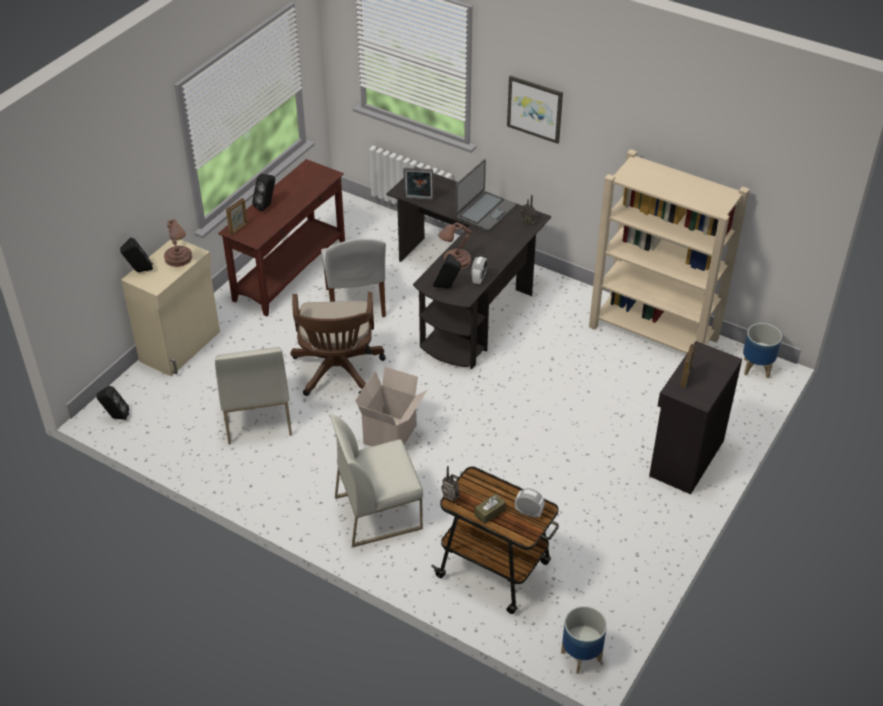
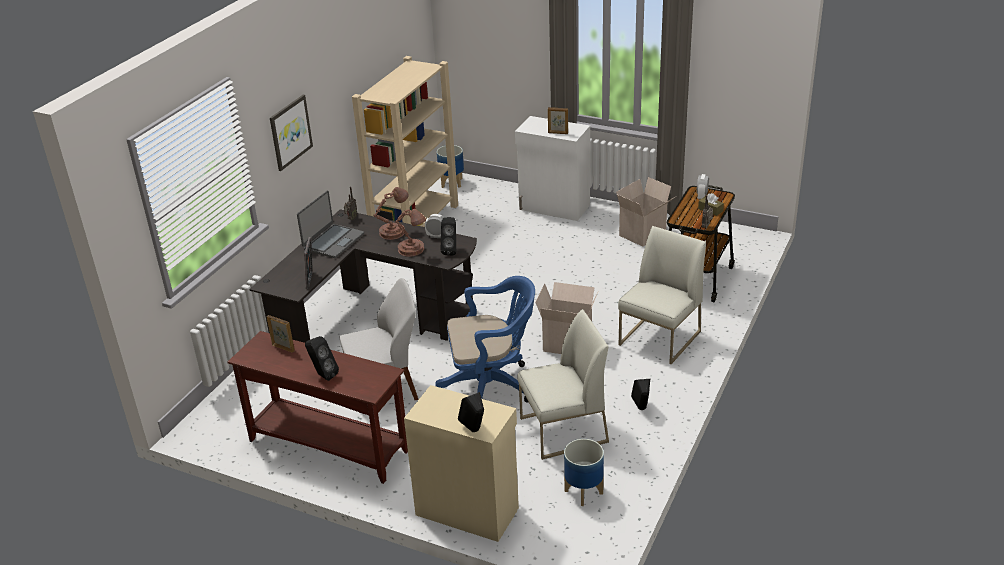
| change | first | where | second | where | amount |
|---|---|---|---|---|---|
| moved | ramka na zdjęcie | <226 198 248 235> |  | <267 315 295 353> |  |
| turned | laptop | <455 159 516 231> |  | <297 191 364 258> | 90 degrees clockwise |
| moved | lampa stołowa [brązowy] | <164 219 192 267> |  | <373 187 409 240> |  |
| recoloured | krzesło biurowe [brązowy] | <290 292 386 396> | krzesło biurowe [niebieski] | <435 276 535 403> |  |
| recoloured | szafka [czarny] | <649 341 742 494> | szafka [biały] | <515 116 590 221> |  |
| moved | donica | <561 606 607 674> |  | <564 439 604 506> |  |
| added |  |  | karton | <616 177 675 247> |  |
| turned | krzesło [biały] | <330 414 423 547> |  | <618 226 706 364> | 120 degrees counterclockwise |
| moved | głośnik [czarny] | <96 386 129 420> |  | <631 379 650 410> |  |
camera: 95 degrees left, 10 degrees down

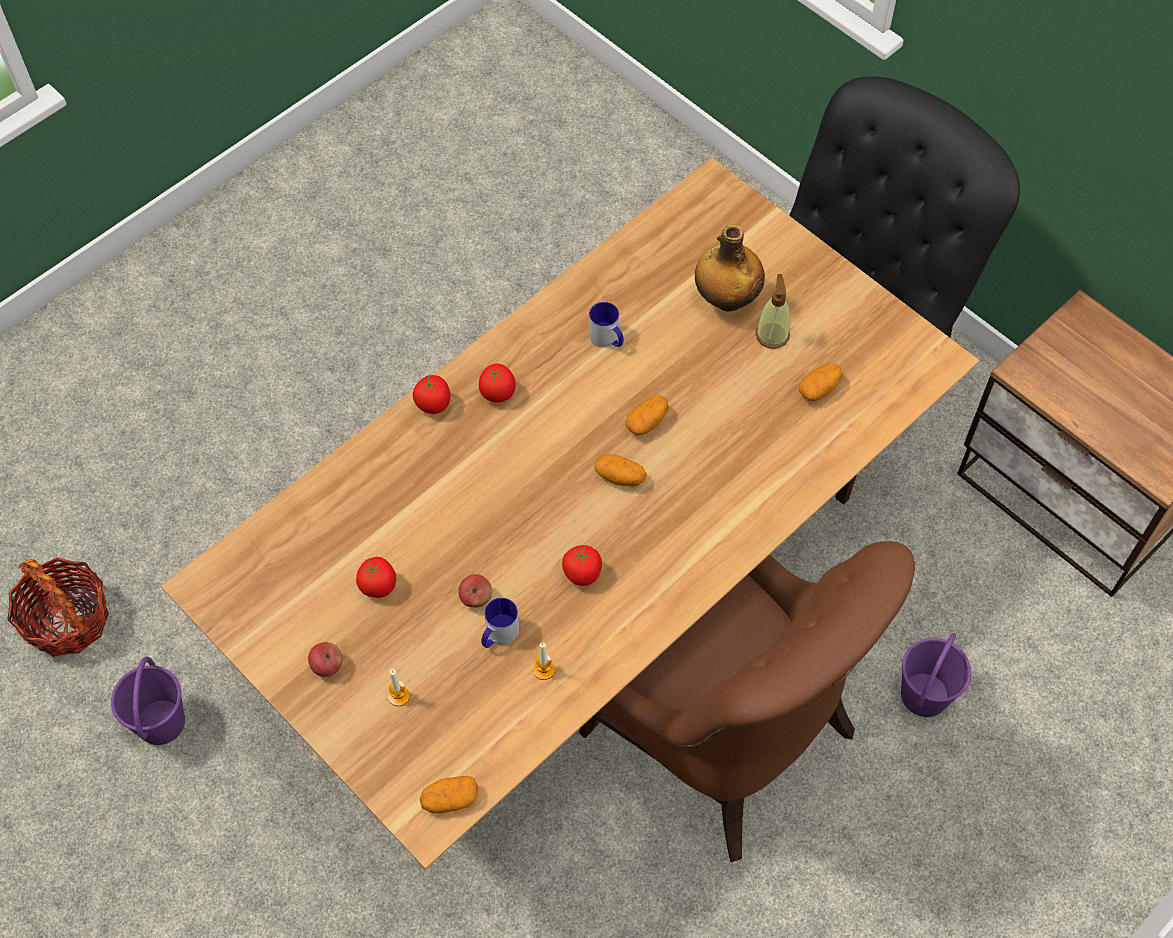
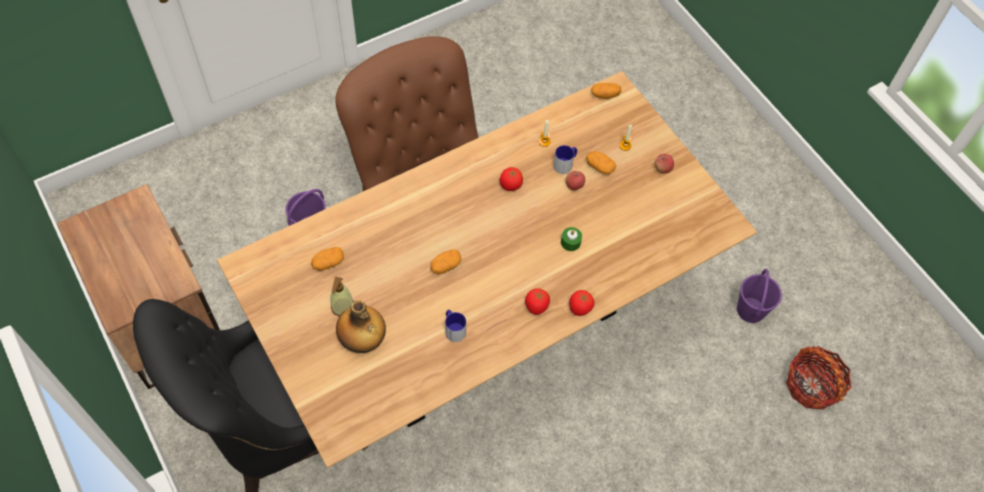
| change | first | where | second | where | amount |
|---|---|---|---|---|---|
| added |  |  | świeca [zielony] | <561 227 582 251> |  |
| moved | ziemniak | <594 454 647 487> |  | <586 151 616 174> |  |
| removed | pomidor | <356 557 396 598> |  |  |  |
camera: 170 degrees left, 0 degrees up

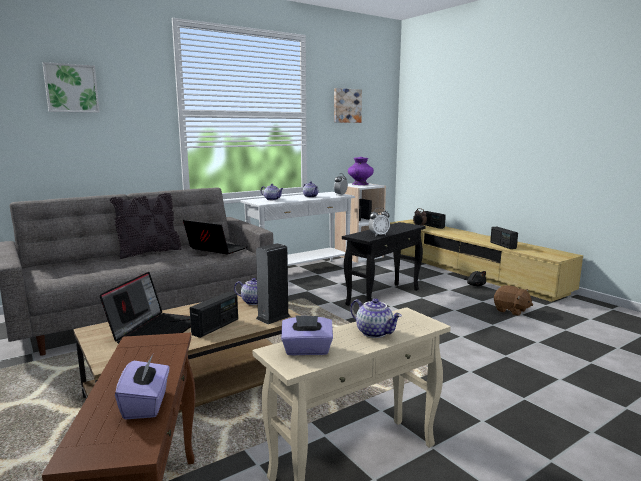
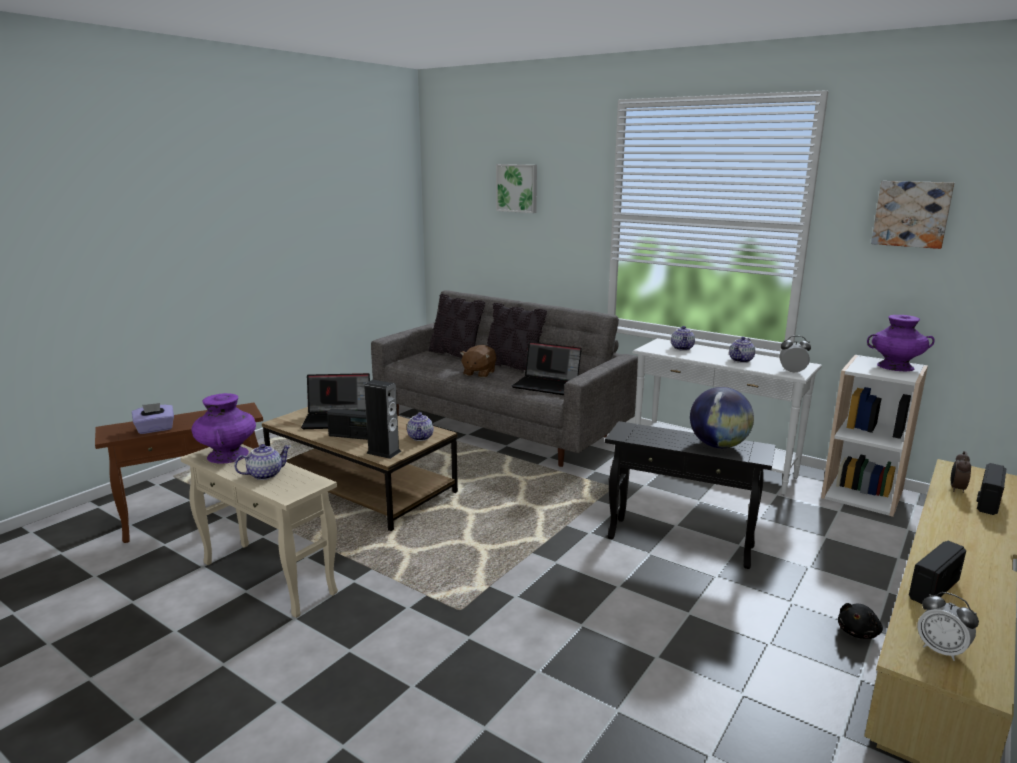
| change | first | where | second | where | amount |
|---|---|---|---|---|---|
| replaced | pudełko chusteczek [fioletowy] | <281 315 333 355> | wazon [fioletowy] | <192 393 256 464> |  |
| turned | imbryk | <350 298 402 338> |  | <234 444 291 480> | 150 degrees counterclockwise |
| added |  |  | poduszka [czarny] | <429 294 485 358> |  |
| moved | pluszak [brązowy] | <494 285 533 316> |  | <460 345 496 378> |  |
| turned | laptop | <183 220 248 254> |  | <512 341 582 395> | 105 degrees clockwise |
| added |  |  | globus | <690 387 754 448> |  |
| moved | budzik | <369 208 390 236> |  | <917 592 979 661> |  |
camera: 70 degrees right, 5 degrees up

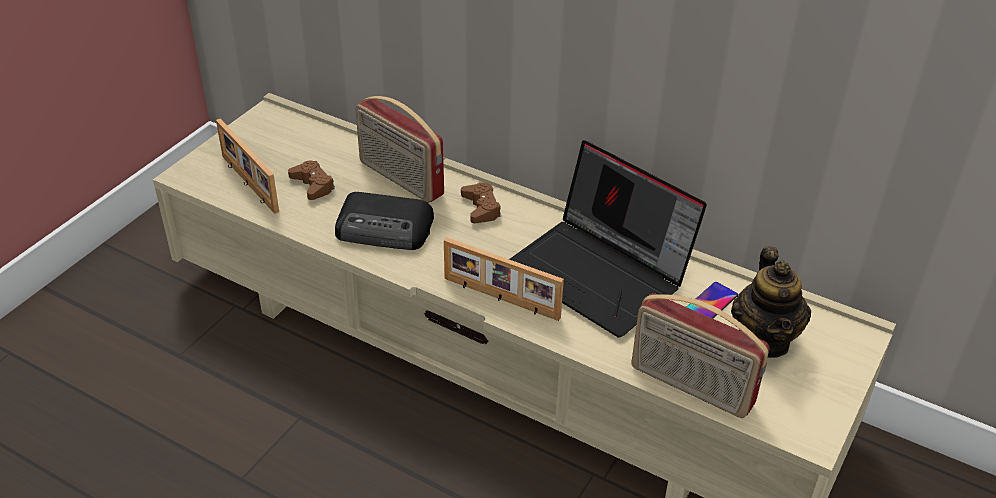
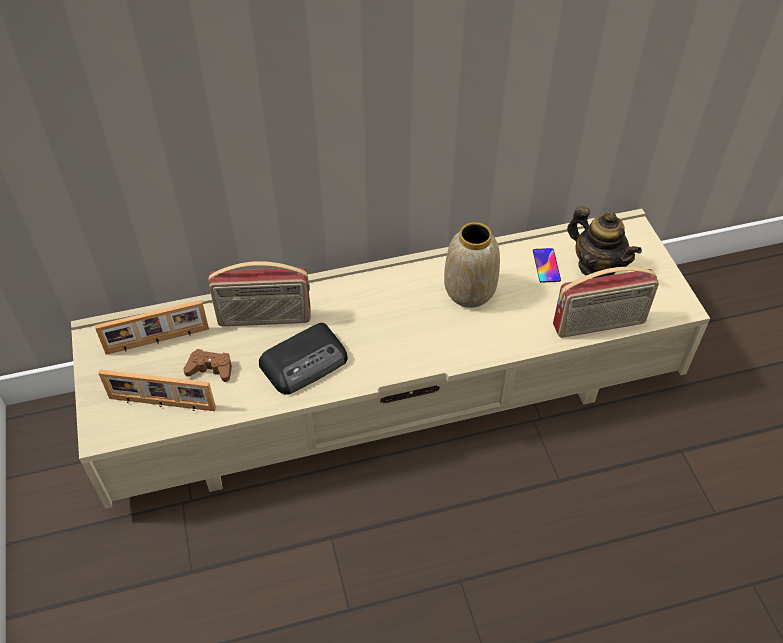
| change | first | where | second | where | amount |
|---|---|---|---|---|---|
| moved | ramka na zdjęcie | <444 237 564 321> |  | <95 300 209 355> |  |
| replaced | laptop | <509 140 707 338> | wazon | <444 222 500 308> |  |
| removed | pad do gier [brązowy] | <461 182 501 223> |  |  |  |
camera: 45 degrees left, 10 degrees up

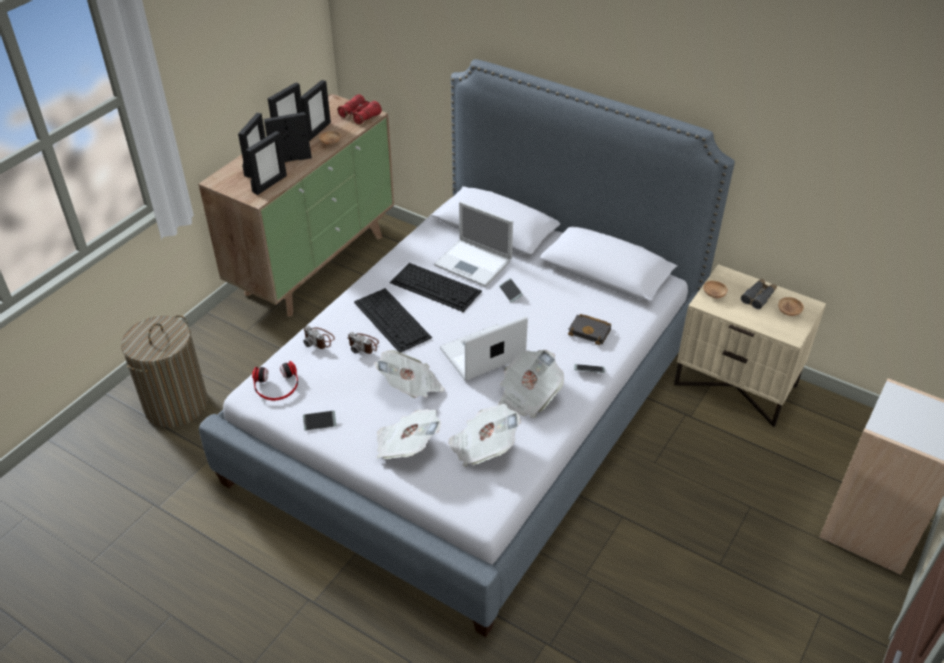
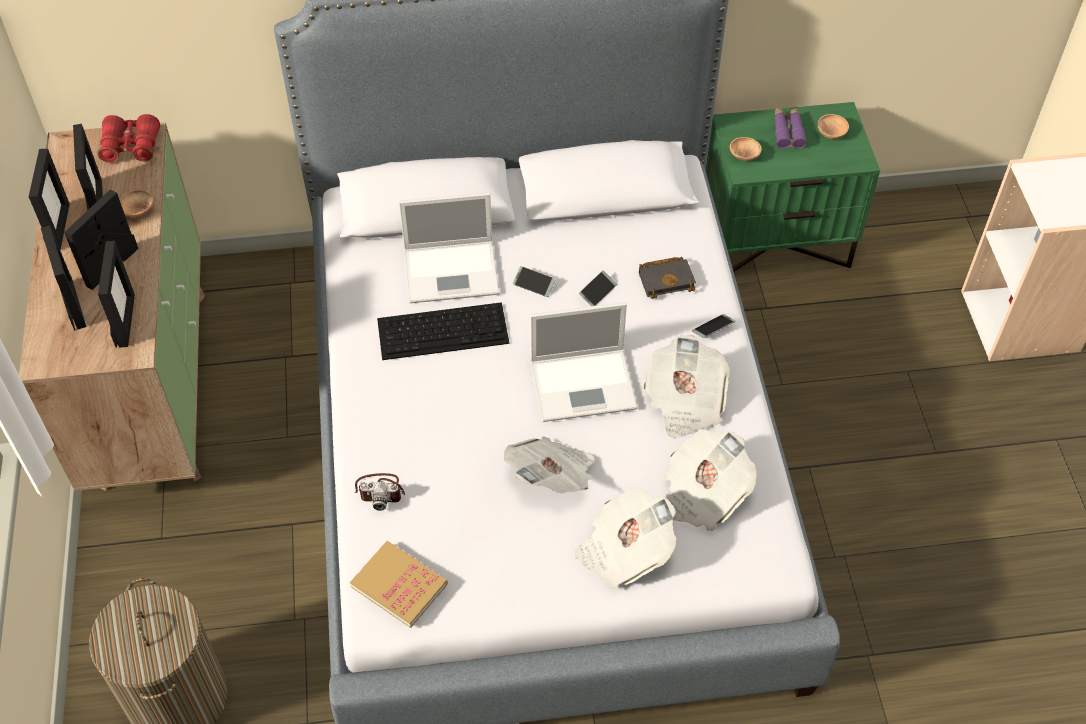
| change | first | where | second | where | amount |
|---|---|---|---|---|---|
| replaced | słuchawki | <252 361 298 401> | książka | <350 541 448 628> |  |
| turned | laptop | <440 316 528 381> |  | <530 302 638 422> | 120 degrees counterclockwise |
| moved | telefon | <303 411 336 431> |  | <579 270 617 306> |  |
| recoloured | szafka nocna [beżowy] | <674 264 826 427> | szafka nocna [zielony] | <705 102 880 272> |  |
| recoloured | lornetka [szary] | <741 278 777 309> | lornetka [fioletowy] | <775 108 807 149> |  |
| removed | aparat fotograficzny | <347 332 379 354> |  |  |  |
| removed | klawiatura | <354 288 432 353> |  |  |  |
camera: 40 degrees left, 10 degrees up

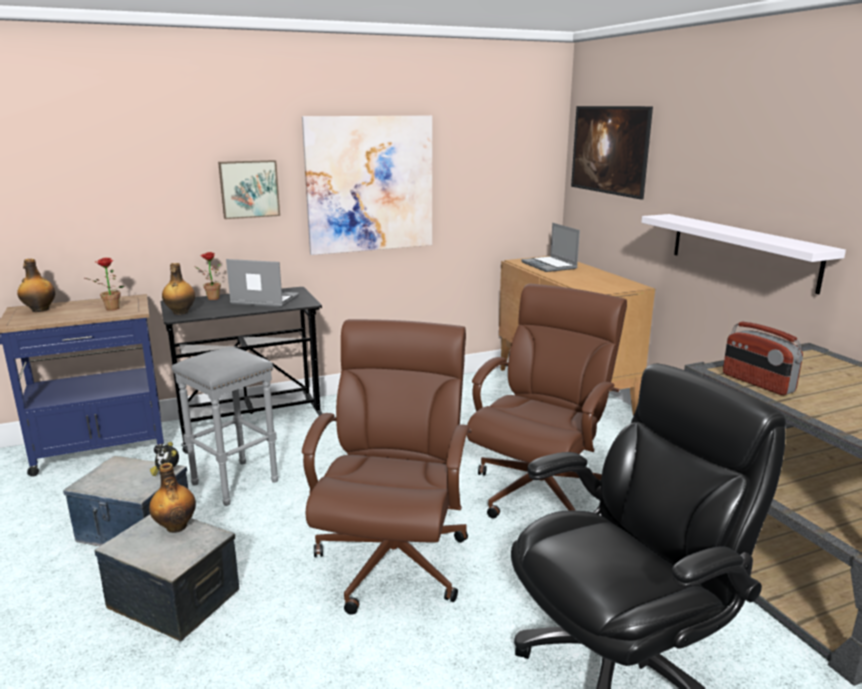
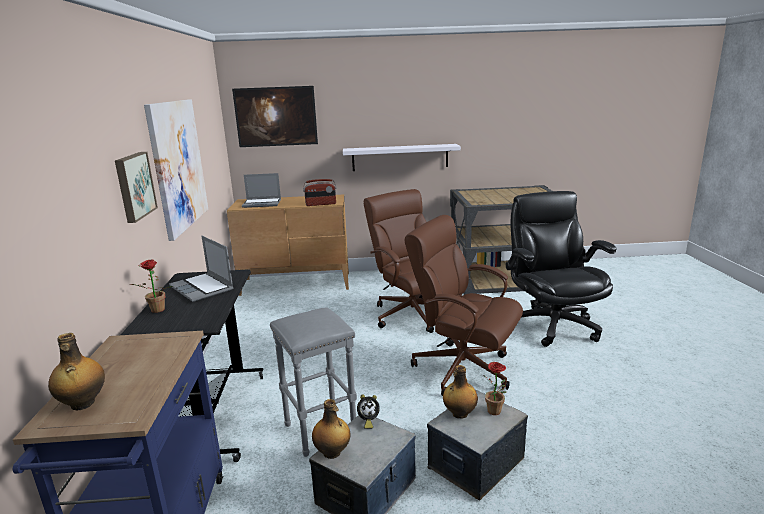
| change | first | where | second | where | amount |
|---|---|---|---|---|---|
| turned | laptop | <226 259 300 307> |  | <169 236 233 302> | 75 degrees counterclockwise |
| moved | radio | <723 322 803 395> |  | <303 179 336 206> |  |
| moved | butelka | <162 263 195 315> |  | <312 399 350 459> |  |
| moved | roślina doniczkowa | <85 258 125 311> |  | <483 362 507 415> |  |
camera: 70 degrees left, 0 degrees up

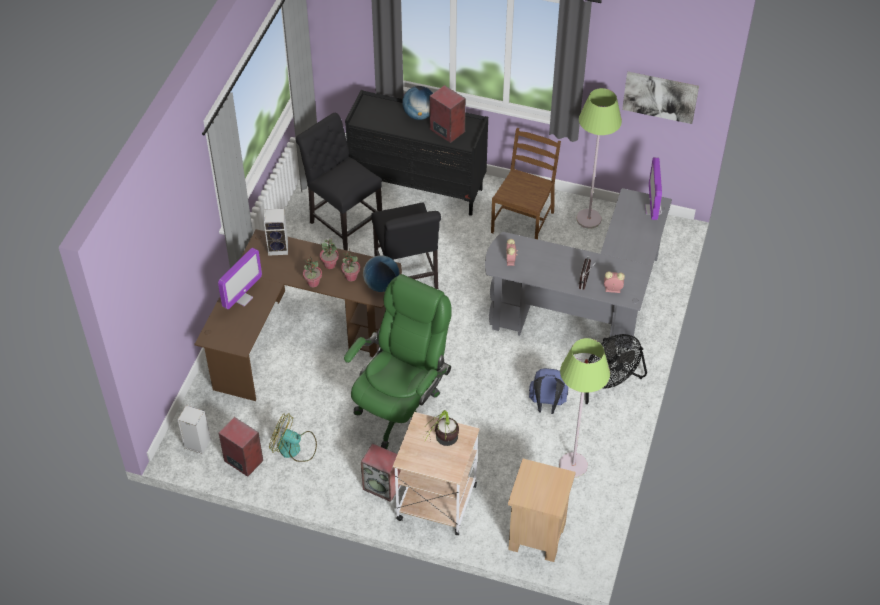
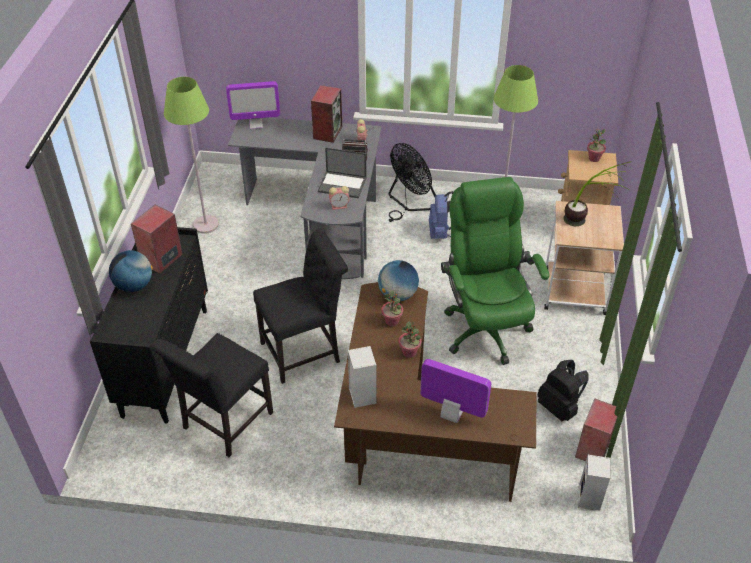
| change | first | where | second | where | amount |
|---|---|---|---|---|---|
| moved | głośnik | <361 443 401 502> |  | <311 85 342 143> |  |
| added |  |  | laptop | <318 148 366 198> |  |
| turned | krzesło biurowe [zielony] | <344 274 452 449> |  | <441 177 550 365> | 60 degrees clockwise |
| replaced | wentylator | <269 413 317 462> | plecak [czarny] | <537 360 589 421> |  |
| moved | roślina doniczkowa | <320 239 339 269> |  | <587 128 606 162> |  |
| removed | krzesło [brązowy] | <491 128 561 239> |  |  |  |
| removed | obraz | <622 72 699 124> |  |  |  |
camera: 100 degrees left, 5 degrees down

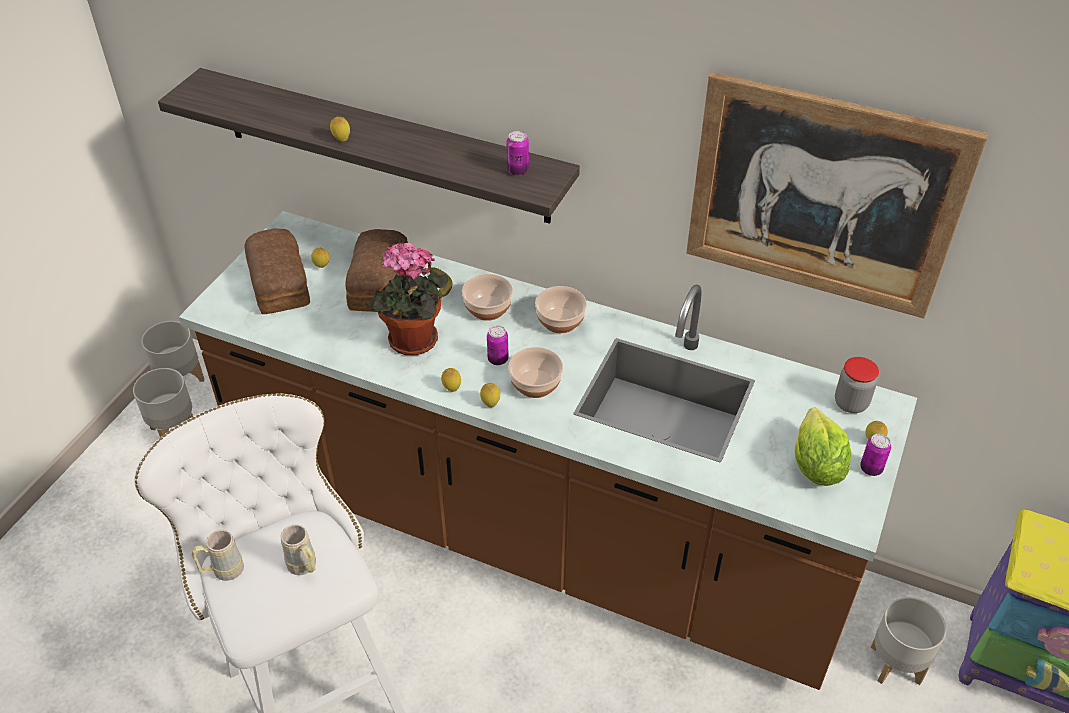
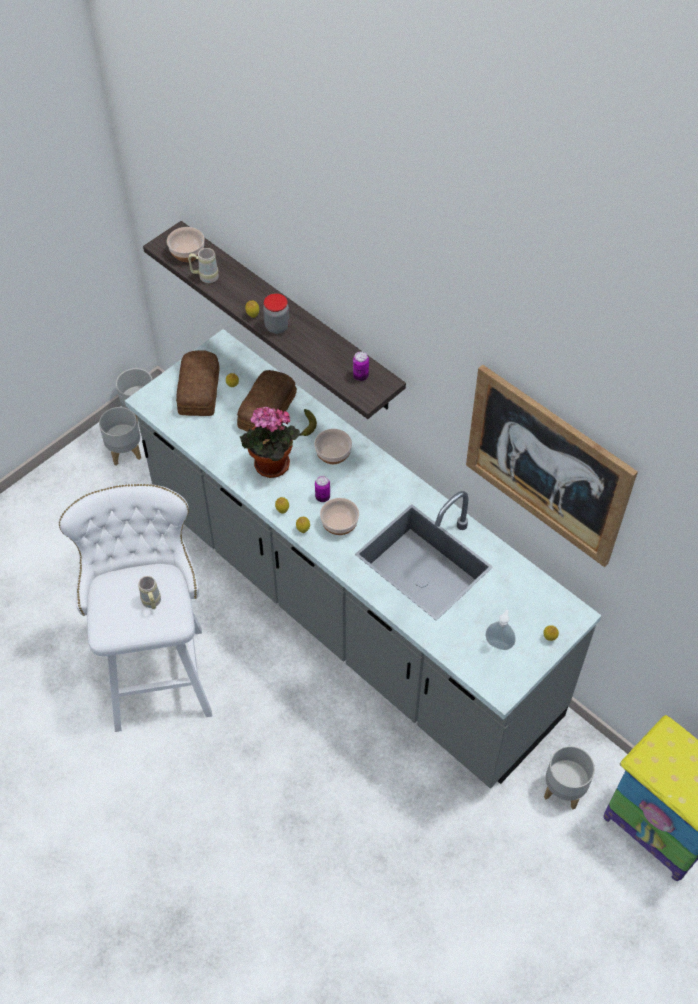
| change | first | where | second | where | amount |
|---|---|---|---|---|---|
| recoloured | zabudowa kuchenna [brązowy] | <179 211 917 690> | zabudowa kuchenna [szary] | <125 329 602 789> |  |
| moved | miska | <535 286 587 333> |  | <167 227 204 262> |  |
| moved | kubek [beżowy] | <192 530 244 581> |  | <188 248 219 283> |  |
| moved | słoik | <835 357 879 413> |  | <263 293 289 334> |  |
| replaced | sałata | <795 408 851 486> | dozownik mydła | <485 609 516 650> |  |
| removed | puszka | <860 434 891 476> |  |  |  |
camera: 20 degrees right, 10 degrees up

